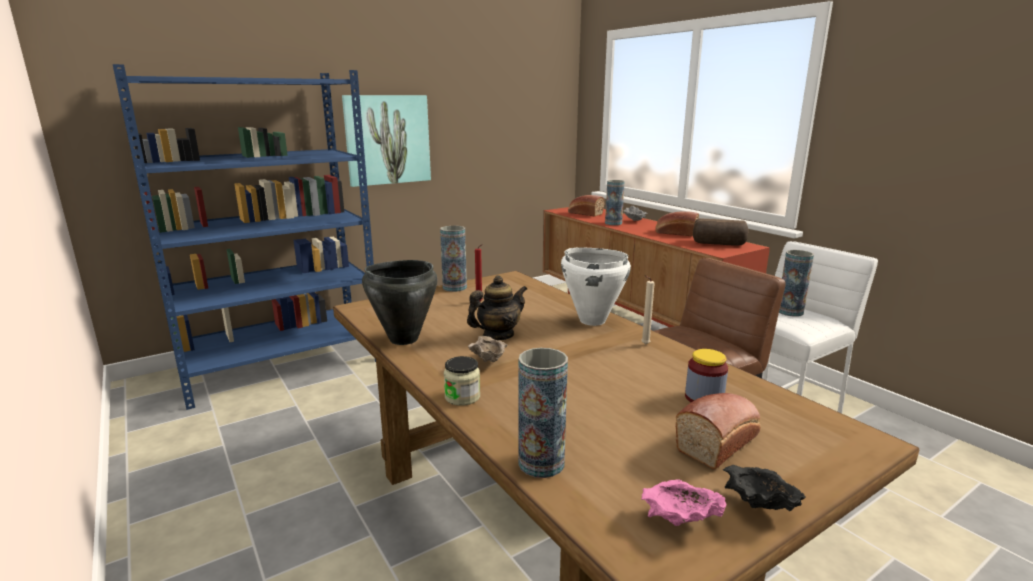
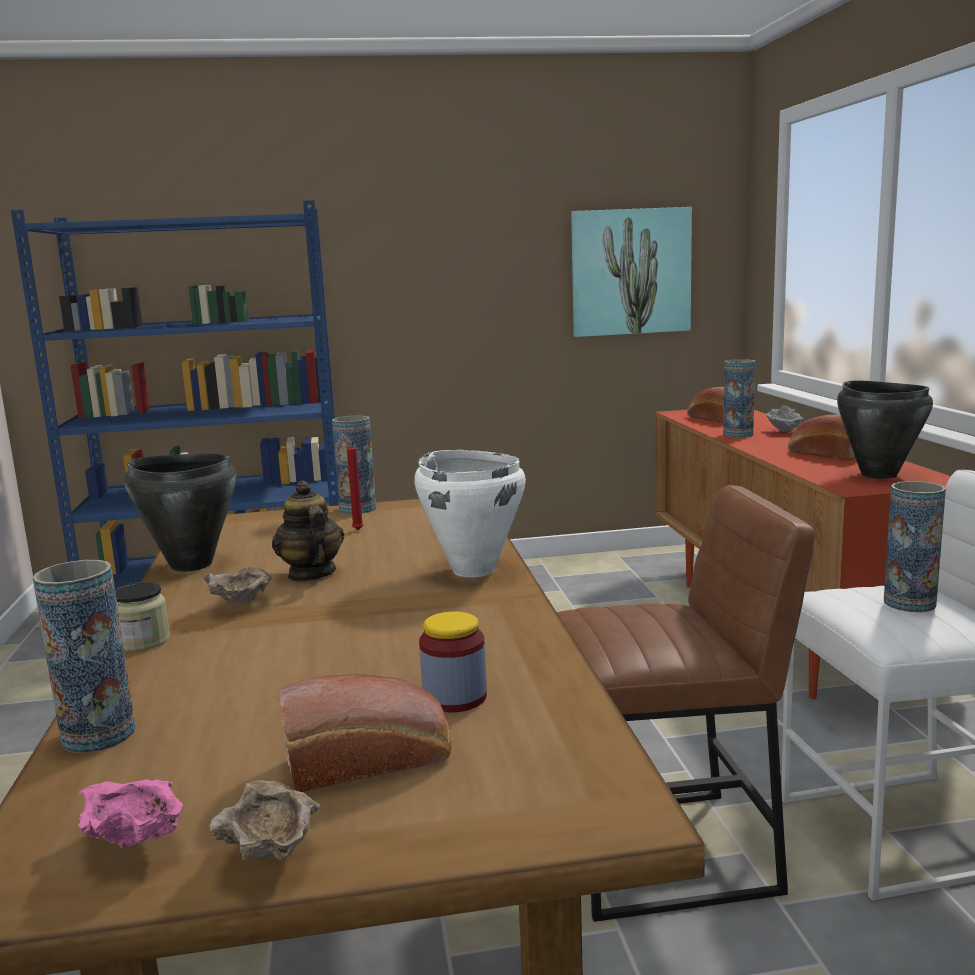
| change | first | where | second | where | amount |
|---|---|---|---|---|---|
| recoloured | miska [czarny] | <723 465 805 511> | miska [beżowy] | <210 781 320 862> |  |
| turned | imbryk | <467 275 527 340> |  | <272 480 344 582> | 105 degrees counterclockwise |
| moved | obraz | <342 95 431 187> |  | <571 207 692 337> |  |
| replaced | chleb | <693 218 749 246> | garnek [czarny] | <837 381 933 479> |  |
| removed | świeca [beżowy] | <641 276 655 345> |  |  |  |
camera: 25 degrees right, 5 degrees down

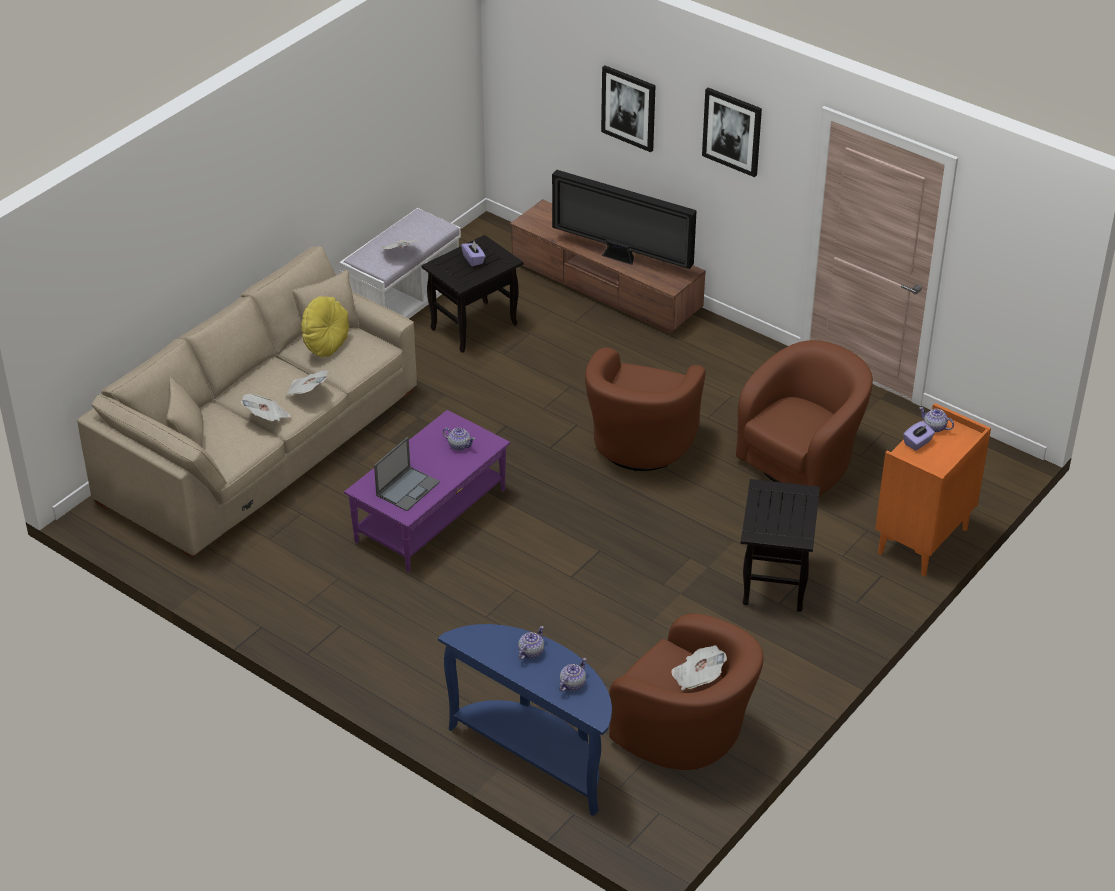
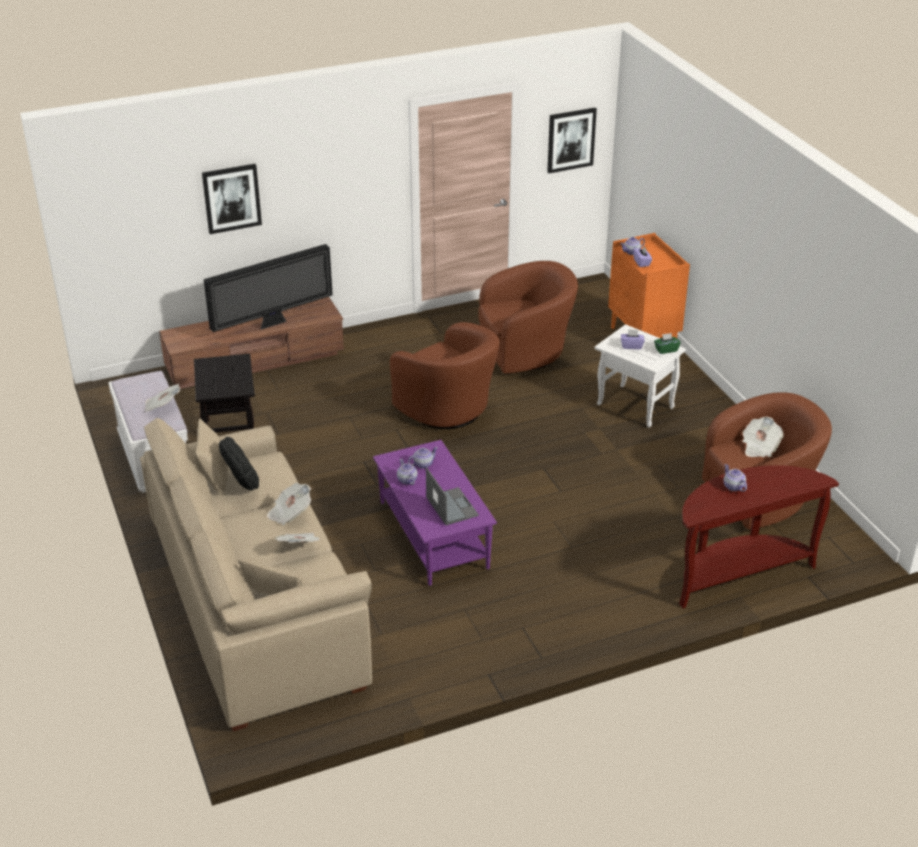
| change | first | where | second | where | amount |
|---|---|---|---|---|---|
| recoloured | poduszka [żółty] | <301 296 349 357> | poduszka [czarny] | <219 437 259 490> |  |
| moved | imbryk | <559 658 586 692> |  | <397 459 418 485> |  |
| turned | fotel [brązowy] | <736 340 873 496> |  | <478 261 578 373> | 90 degrees clockwise |
| moved | obraz | <702 88 762 177> |  | <547 108 597 173> |  |
| recoloured | stolik [czarny] | <740 479 820 612> | stolik [biały] | <594 324 686 428> |  |
| moved | pudełko chusteczek [fioletowy] | <461 241 486 267> |  | <621 329 645 349> |  |
| added |  |  | pudełko chusteczek [zielony] | <654 333 681 354> |  |
| recoloured | stolik konsolowy [niebieski] | <438 624 612 816> | stolik konsolowy [brązowy] | <679 465 839 608> |  |
camera: 60 degrees left, 5 degrees down

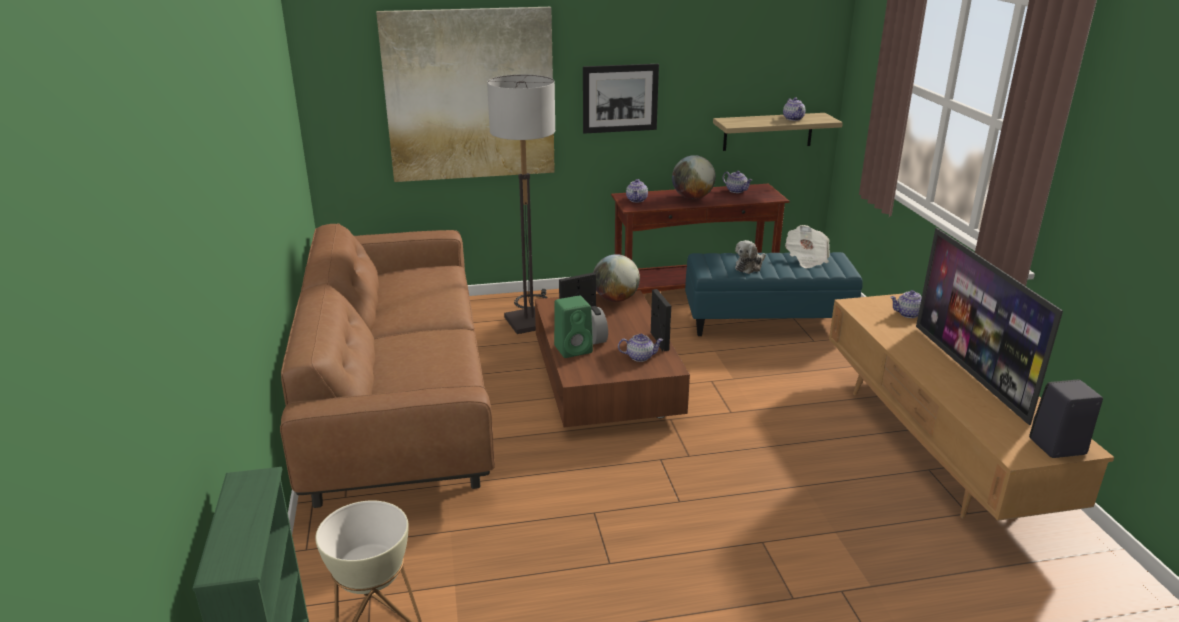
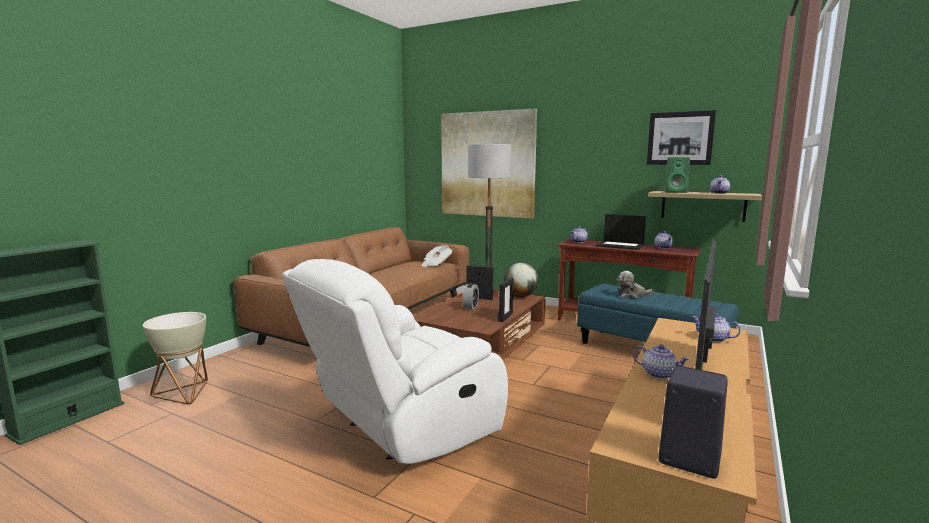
| change | first | where | second | where | amount |
|---|---|---|---|---|---|
| added |  |  | fotel [biały] | <282 259 508 464> |  |
| moved | gazeta | <785 225 830 268> |  | <422 245 452 267> |  |
| replaced | globus | <672 155 716 199> | laptop | <596 214 646 250> |  |
| moved | imbryk | <618 334 663 362> |  | <633 344 690 379> |  |
| moved | obraz | <583 64 659 134> |  | <647 110 716 165> |  |
| moved | głośnik [zielony] | <554 296 593 358> |  | <664 157 690 193> |  |
camera: 40 degrees right, 15 degrees down

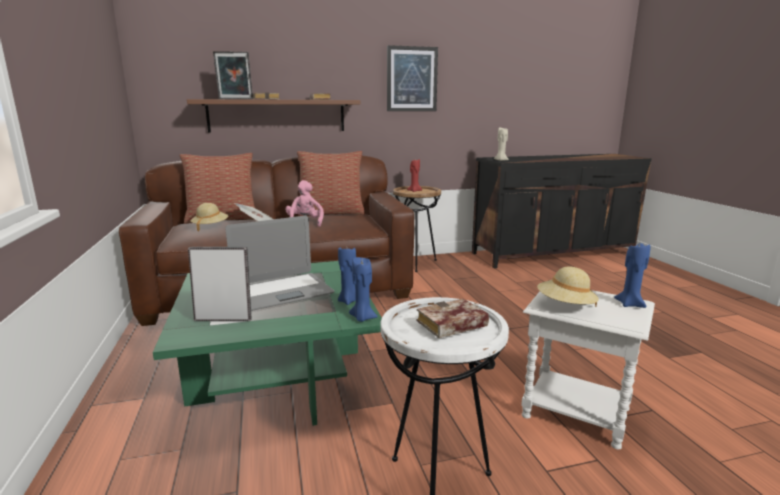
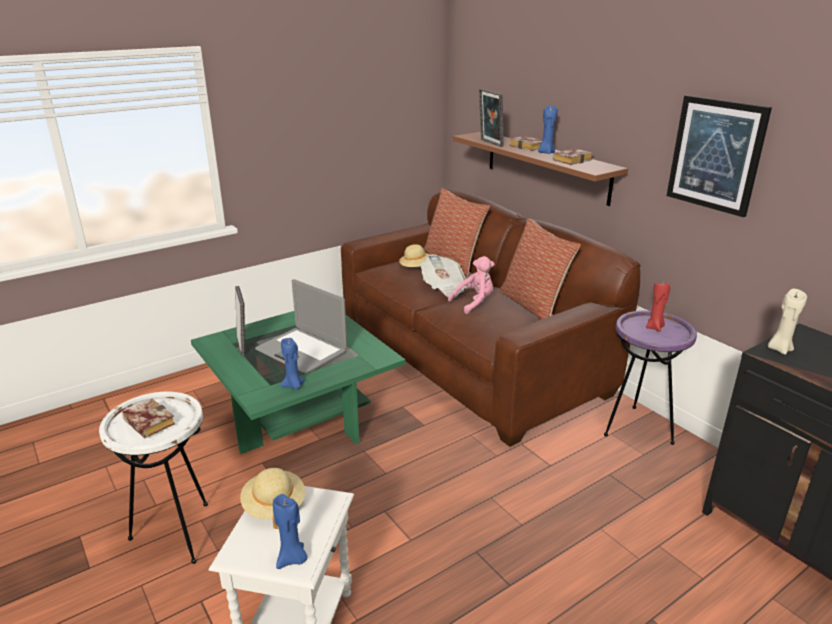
| change | first | where | second | where | amount |
|---|---|---|---|---|---|
| moved | świeca [niebieski] | <349 257 378 322> |  | <538 106 558 154> |  |
| recoloured | stolik [brązowy] | <393 186 441 272> | stolik [fioletowy] | <604 311 697 445> |  |
camera: 70 degrees right, 10 degrees up

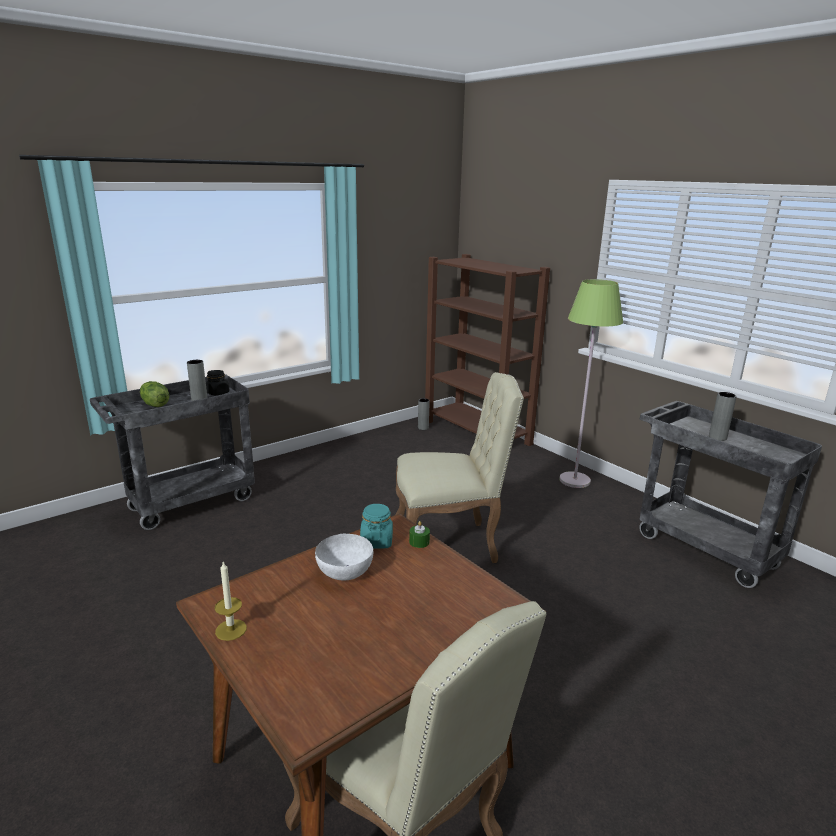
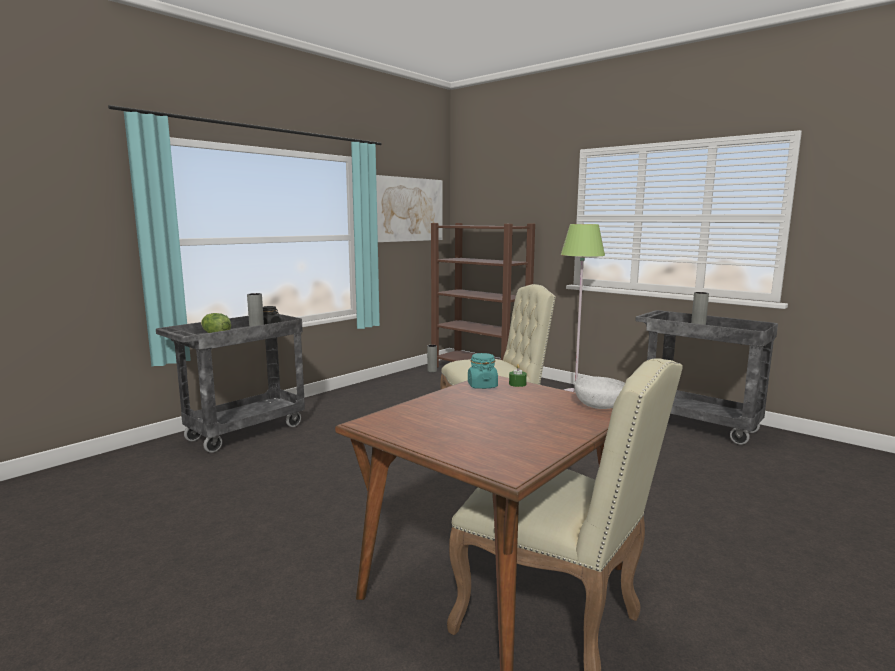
| change | first | where | second | where | amount |
|---|---|---|---|---|---|
| added |  |  | obraz | <376 175 443 242> |  |
| moved | miska [biały] | <315 534 374 581> |  | <575 376 625 409> |  |
| removed | świeca | <215 562 247 641> |  |  |  |
camera: 10 degrees left, 10 degrees down

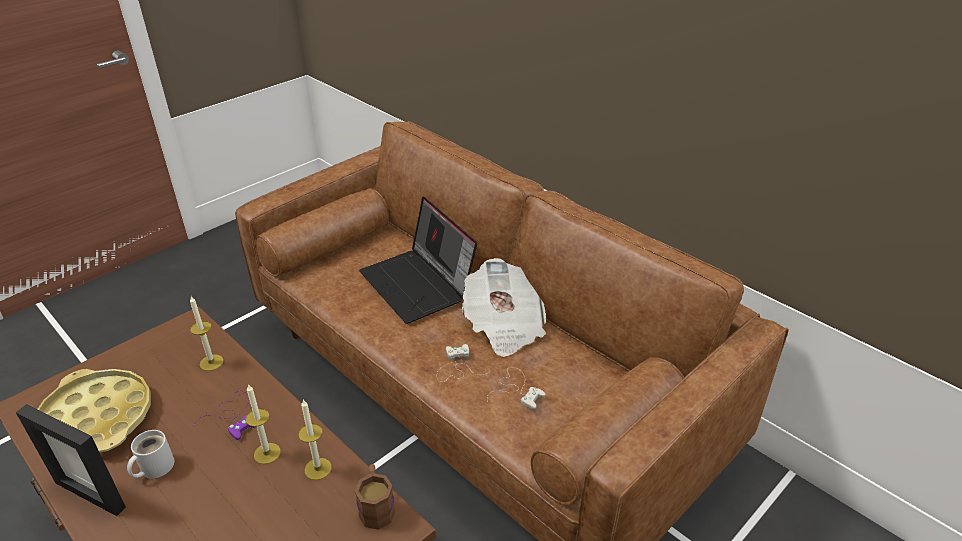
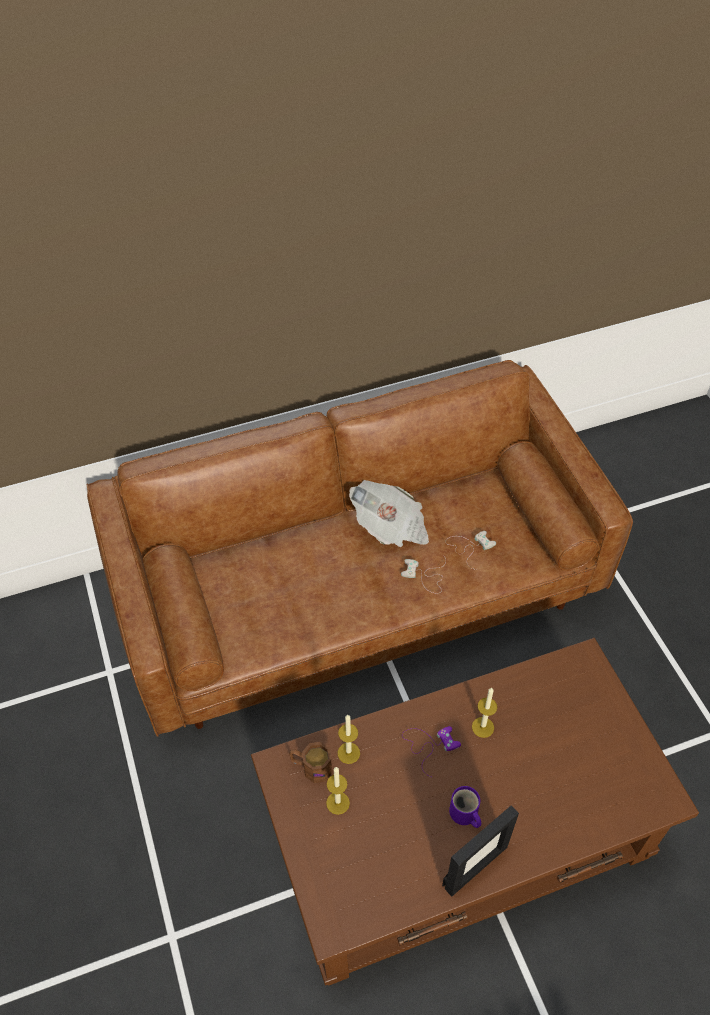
| change | first | where | second | where | amount |
|---|---|---|---|---|---|
| moved | kubek [brązowy] | <354 464 395 530> |  | <289 742 332 783> |  |
| moved | świeca | <298 399 332 480> |  | <326 767 350 815> |  |
| recoloured | kubek [biały] | <127 430 174 478> | kubek [fioletowy] | <449 786 481 828> |  |
| removed | taca [żółty] | <38 369 151 452> |  |  |  |
| removed | laptop | <359 197 477 324> |  |  |  |
camera: 65 degrees left, 15 degrees up

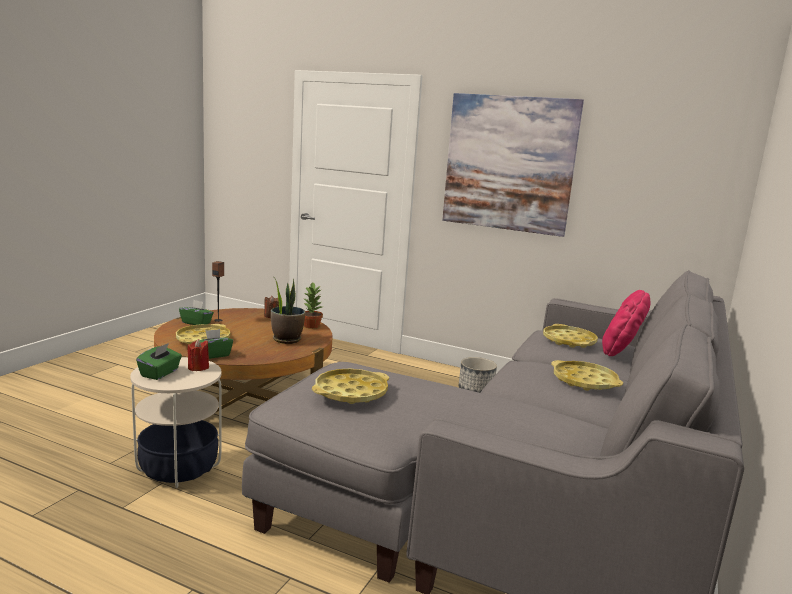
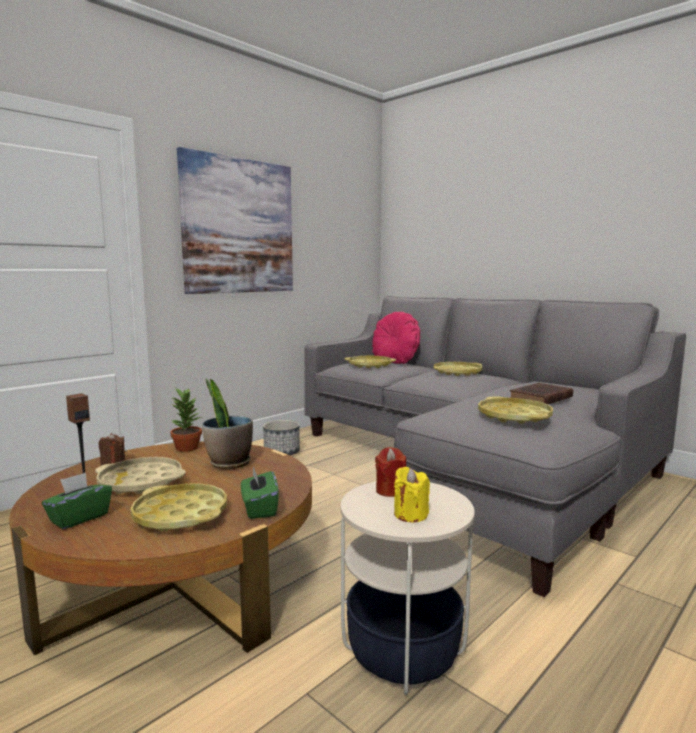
| change | first | where | second | where | amount |
|---|---|---|---|---|---|
| added |  |  | taca [beżowy] | <95 457 186 494> |  |
| replaced | pudełko chusteczek [zielony] | <136 343 182 380> | świeca [żółty] | <394 467 430 522> |  |
| added |  |  | książka [brązowy] | <510 383 573 404> |  |
camera: 70 degrees left, 5 degrees down

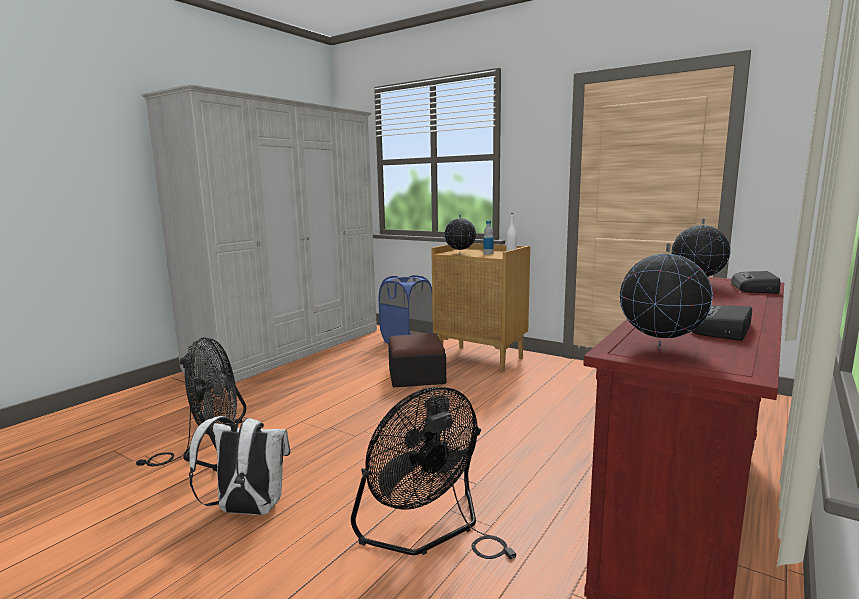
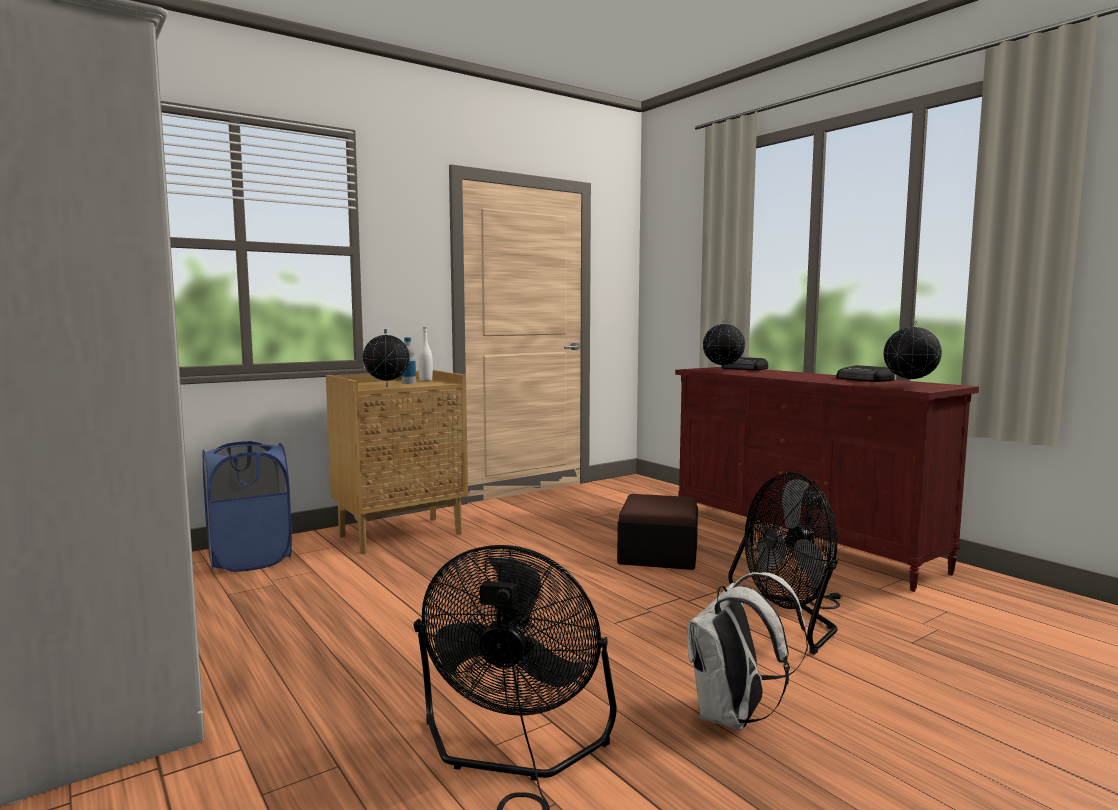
| change | first | where | second | where | amount |
|---|---|---|---|---|---|
| moved | pufa | <388 334 446 387> |  | <617 494 698 570> |  |
camera: 70 degrees left, 5 degrees down

